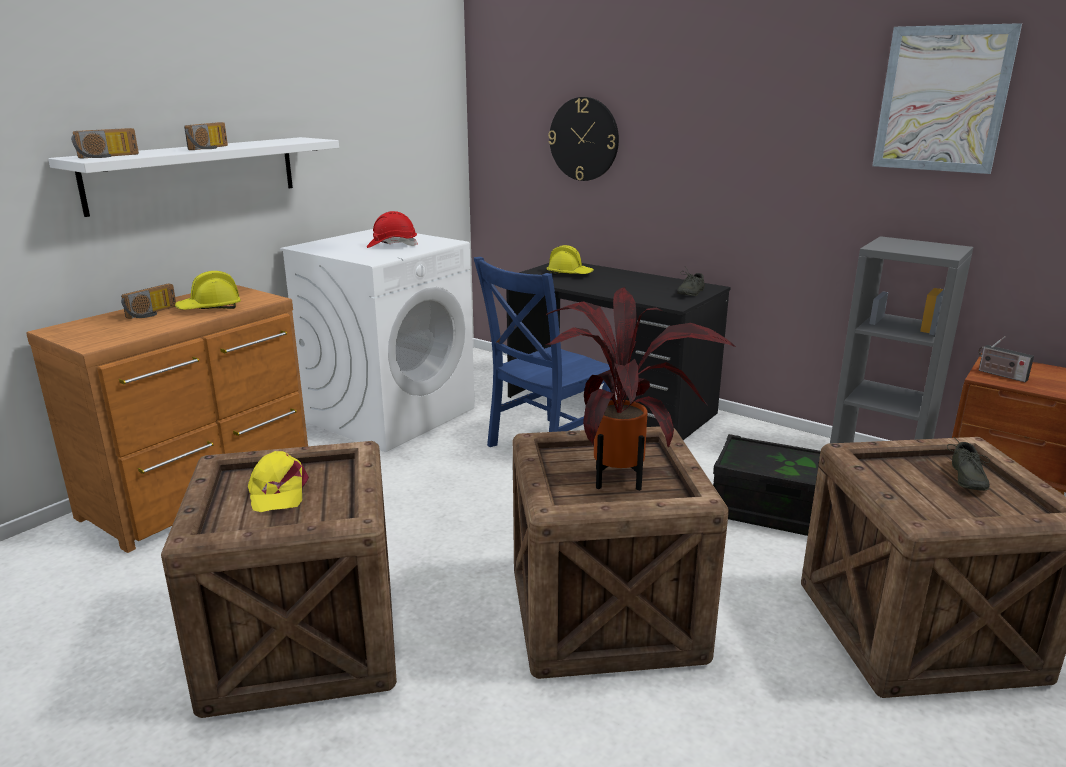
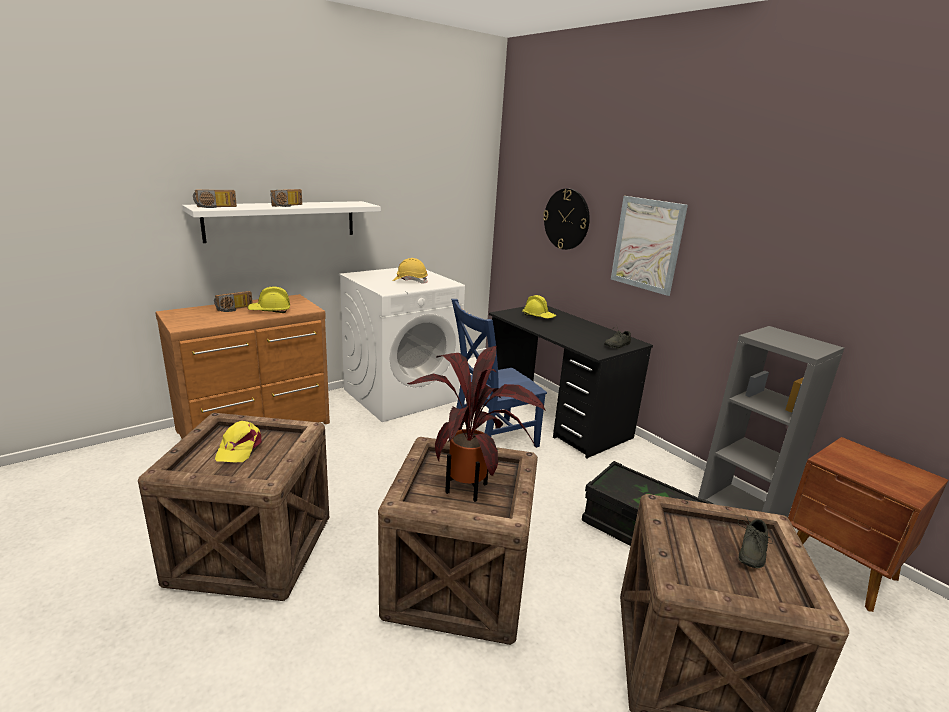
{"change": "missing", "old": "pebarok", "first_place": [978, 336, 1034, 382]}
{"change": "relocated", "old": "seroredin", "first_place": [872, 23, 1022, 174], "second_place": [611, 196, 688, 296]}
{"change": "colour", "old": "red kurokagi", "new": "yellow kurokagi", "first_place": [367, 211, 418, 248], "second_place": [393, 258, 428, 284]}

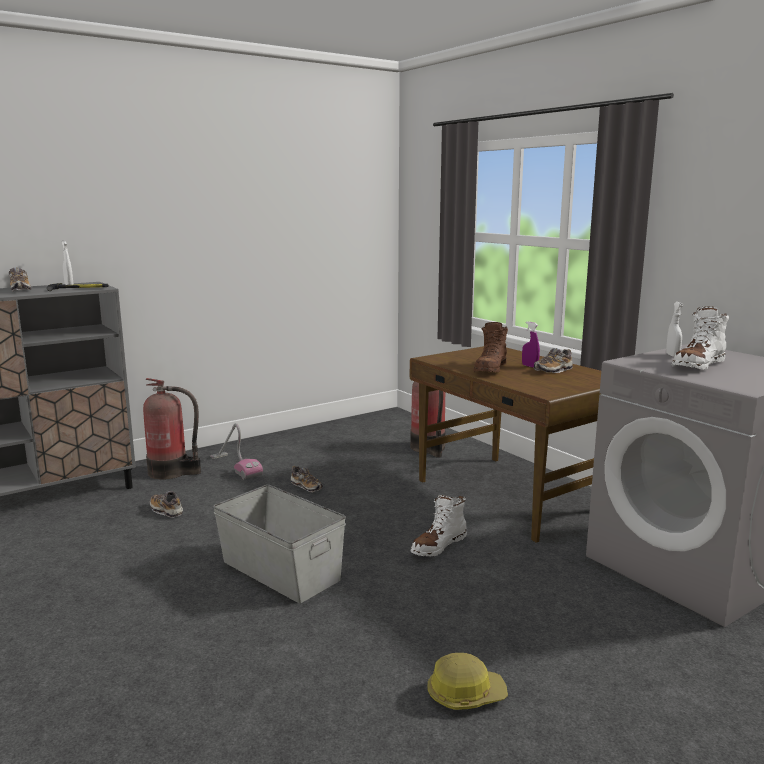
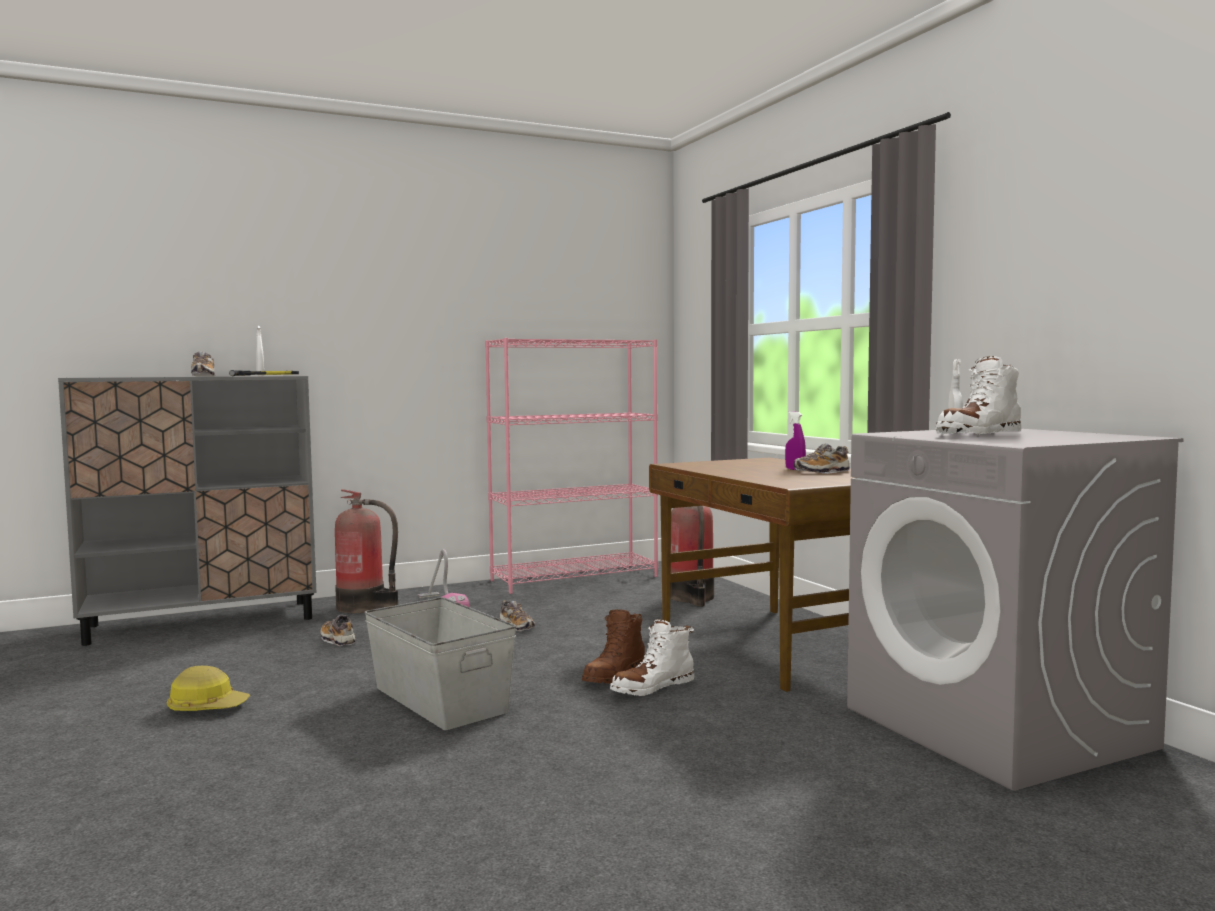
{"change": "appeared", "new": "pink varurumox", "second_place": [485, 338, 658, 594]}
{"change": "relocated", "old": "kurokagi", "first_place": [427, 653, 508, 710], "second_place": [167, 666, 250, 711]}
{"change": "relocated", "old": "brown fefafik", "first_place": [474, 322, 508, 373], "second_place": [582, 609, 645, 684]}

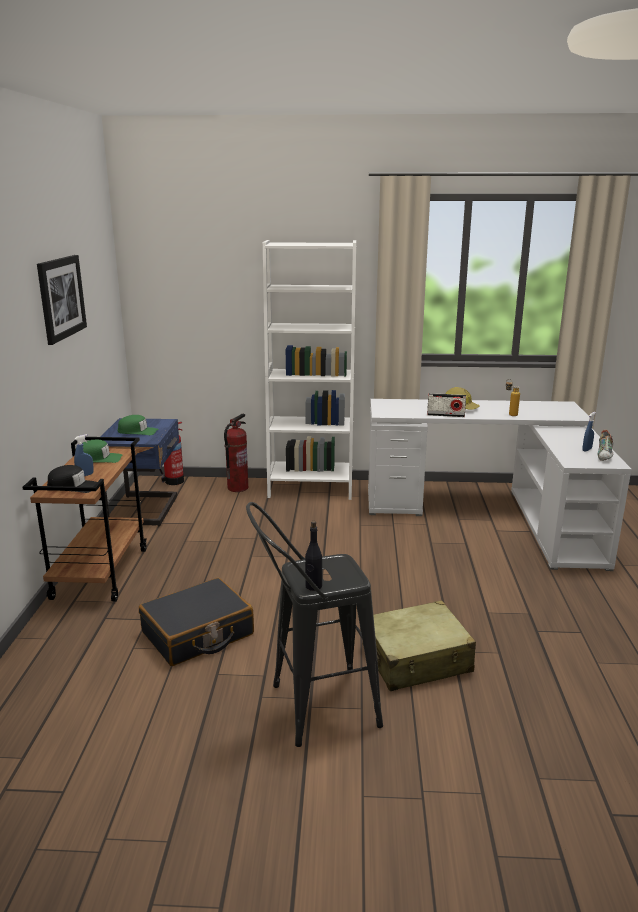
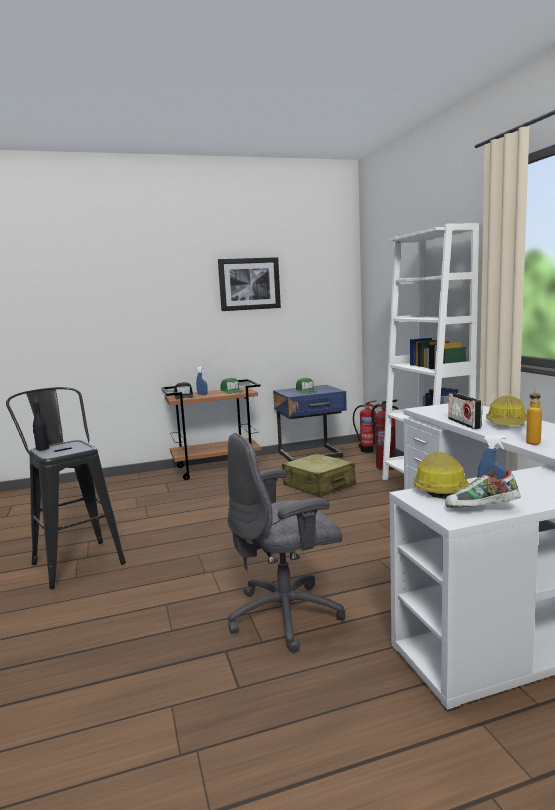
{"change": "missing", "old": "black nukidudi", "first_place": [139, 578, 254, 666]}
{"change": "appeared", "new": "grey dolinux", "second_place": [228, 433, 345, 653]}
{"change": "appeared", "new": "kurokagi", "second_place": [413, 452, 469, 499]}
{"change": "relocated", "old": "beige nukidudi", "first_place": [373, 600, 476, 691], "second_place": [282, 453, 356, 497]}

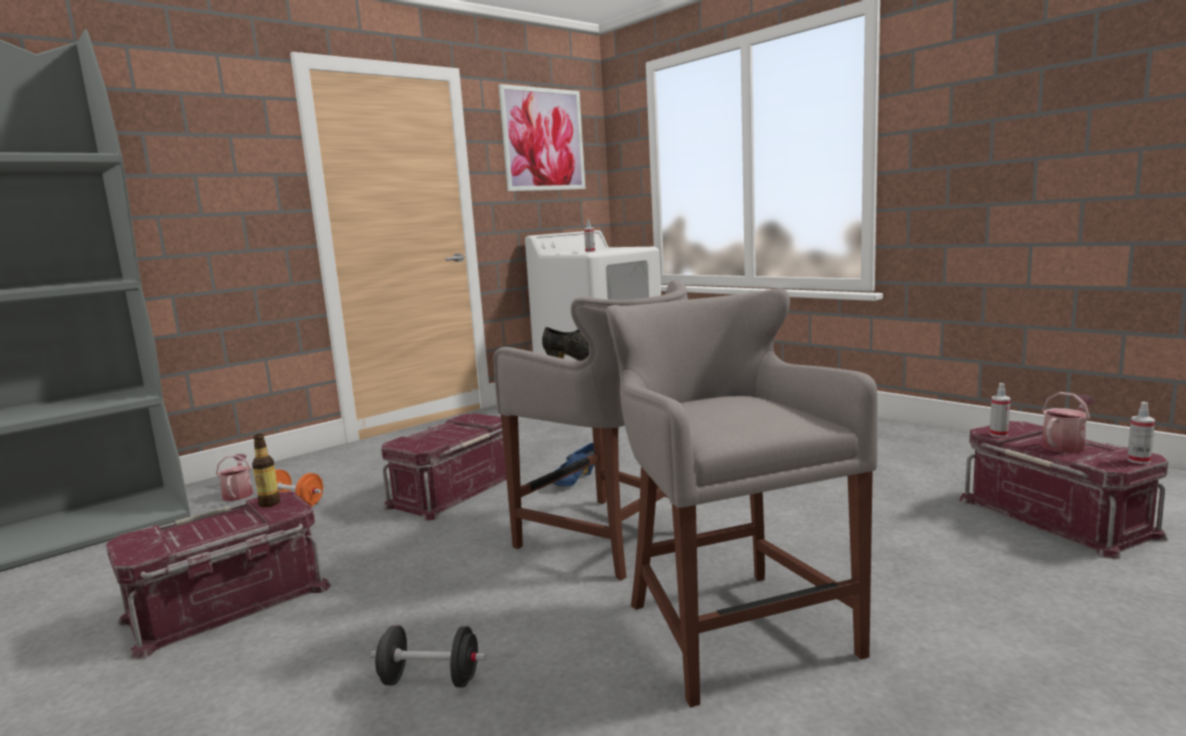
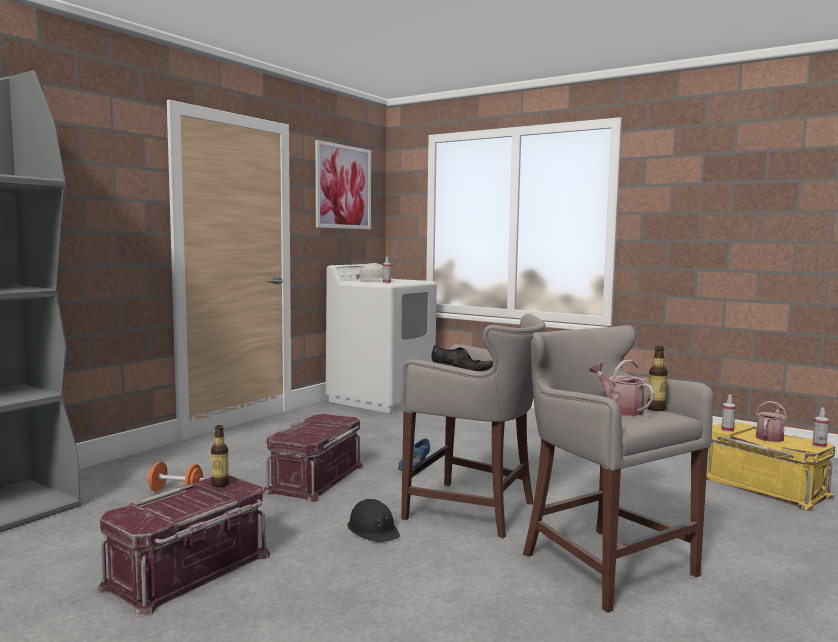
{"change": "missing", "old": "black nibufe", "first_place": [370, 625, 486, 687]}
{"change": "appeared", "new": "black kurokagi", "second_place": [347, 499, 400, 543]}
{"change": "appeared", "new": "white kurokagi", "second_place": [356, 263, 394, 279]}
{"change": "appeared", "new": "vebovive", "second_place": [647, 346, 668, 411]}
{"change": "relocated", "old": "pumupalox", "first_place": [216, 454, 253, 501], "second_place": [589, 360, 655, 416]}
{"change": "colour", "old": "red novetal", "new": "yellow novetal", "first_place": [960, 421, 1168, 559], "second_place": [706, 422, 835, 511]}

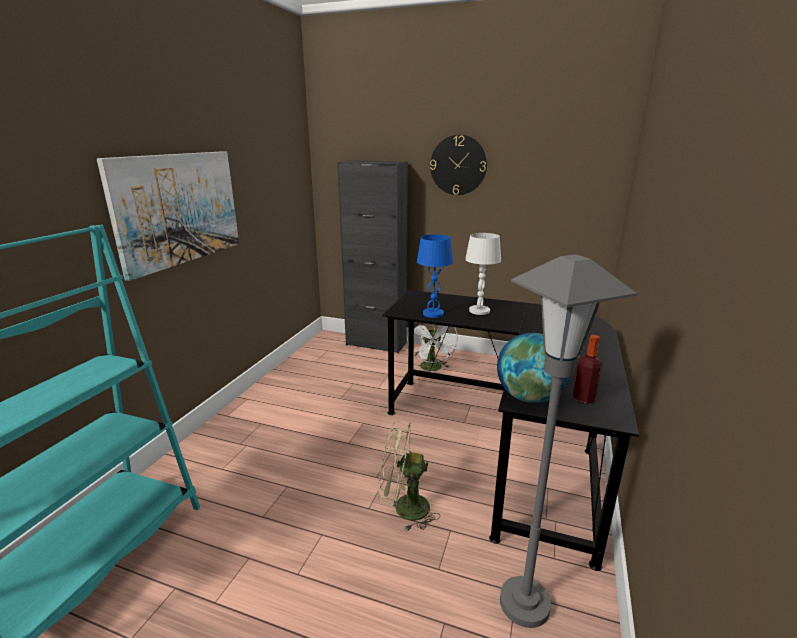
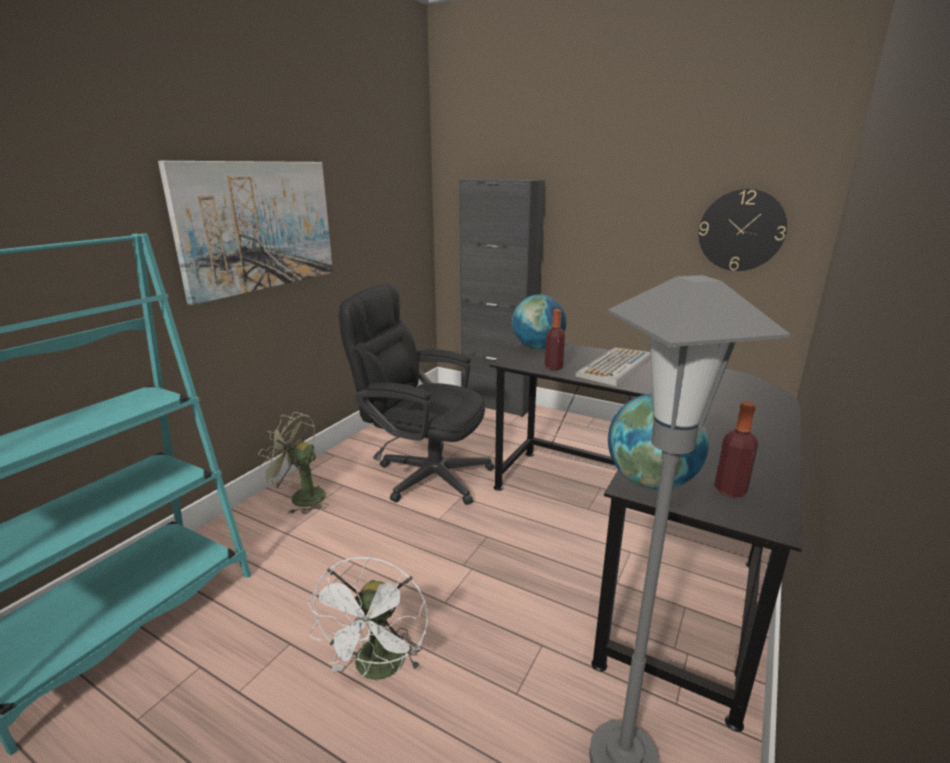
{"change": "appeared", "new": "black dolinux", "second_place": [338, 283, 495, 505]}
{"change": "appeared", "new": "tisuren", "second_place": [512, 294, 567, 349]}
{"change": "relocated", "old": "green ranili", "first_place": [378, 421, 440, 530], "second_place": [258, 412, 329, 514]}
{"change": "relocated", "old": "white ranili", "first_place": [407, 322, 458, 371], "second_place": [307, 557, 428, 680]}
{"change": "relocated", "old": "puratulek", "first_place": [430, 135, 487, 195], "second_place": [699, 189, 787, 271]}
{"change": "exchanged", "old": "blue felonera", "new": "vebovive", "first_place": [417, 234, 453, 318], "second_place": [545, 309, 565, 370]}
{"change": "exchanged", "old": "white felonera", "new": "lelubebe", "first_place": [465, 233, 501, 315], "second_place": [575, 348, 651, 386]}

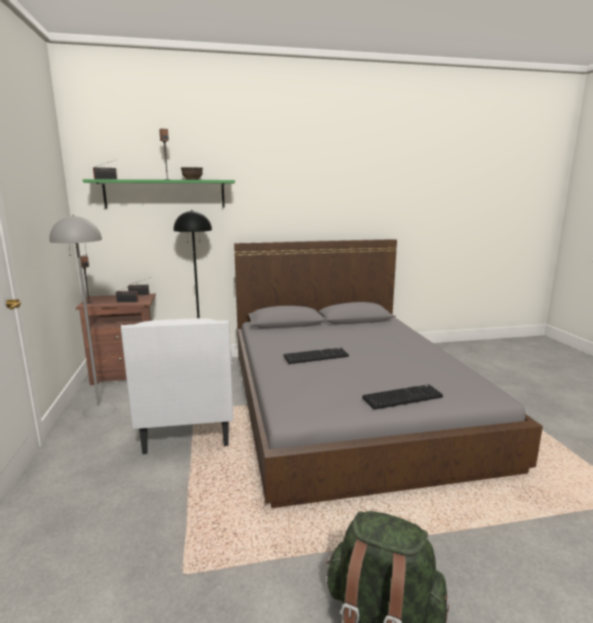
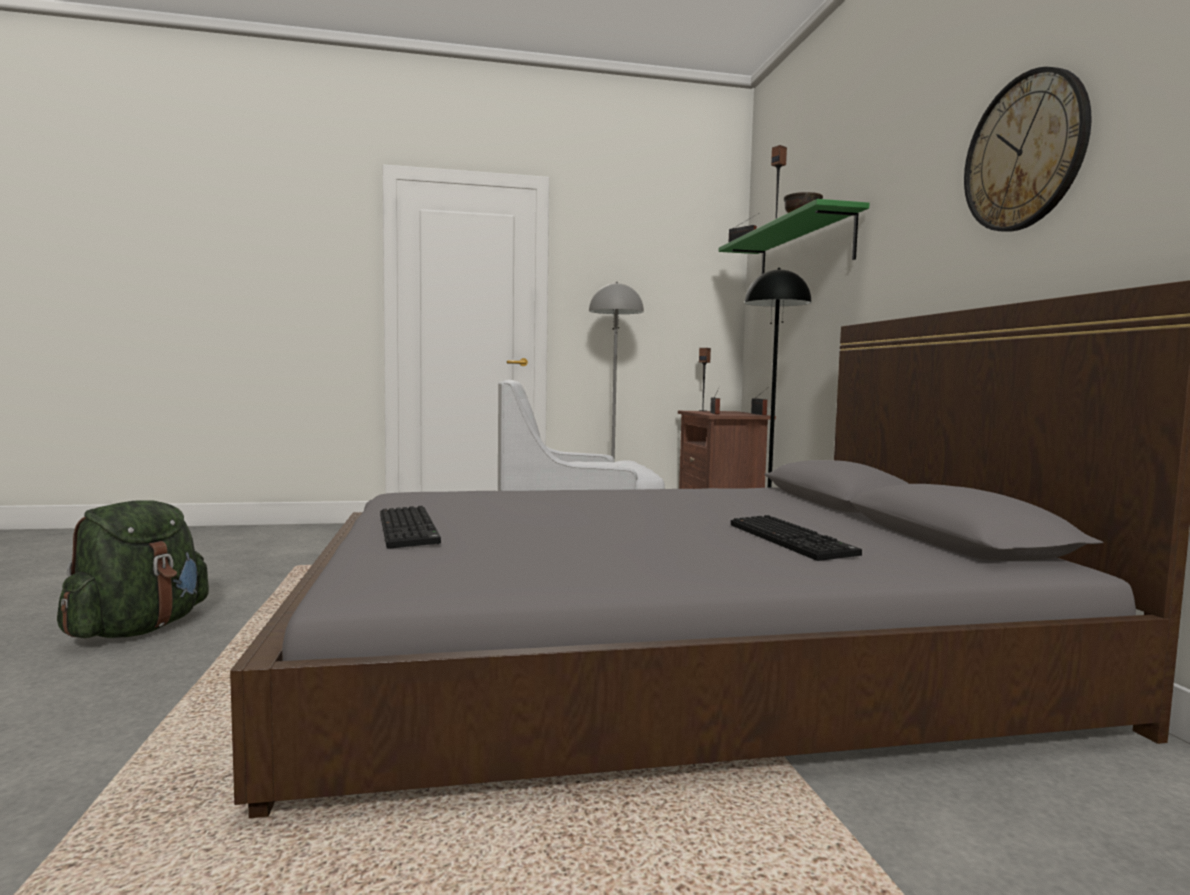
{"change": "appeared", "new": "puratulek", "second_place": [964, 67, 1091, 232]}
{"change": "relocated", "old": "lelubebe", "first_place": [283, 348, 349, 364], "second_place": [731, 515, 862, 561]}

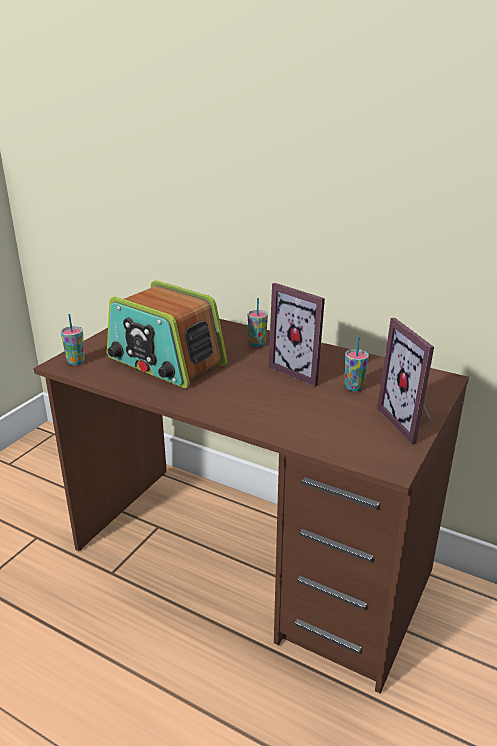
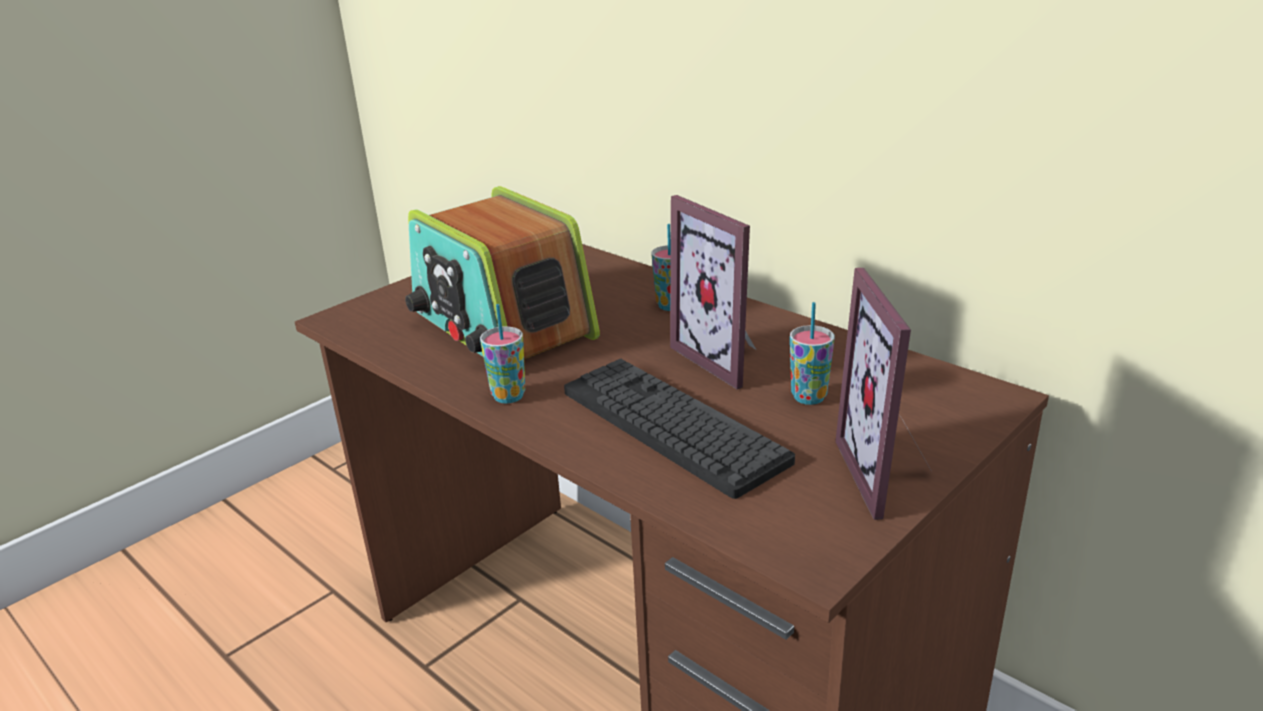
{"change": "appeared", "new": "lelubebe", "second_place": [564, 359, 795, 499]}
{"change": "relocated", "old": "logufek", "first_place": [61, 314, 85, 365], "second_place": [480, 304, 525, 403]}

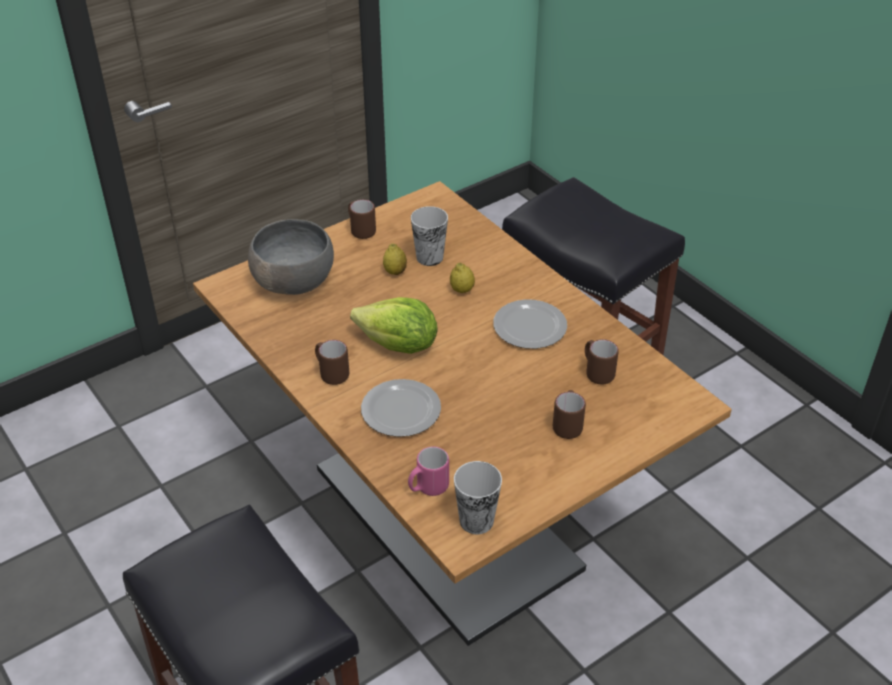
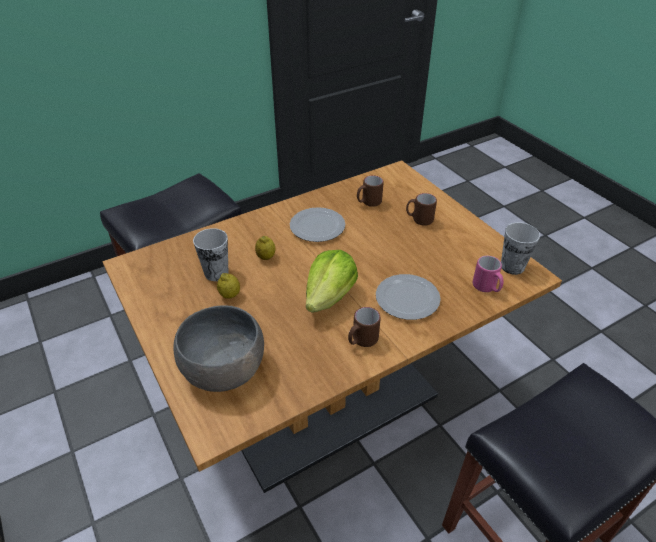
{"change": "missing", "old": "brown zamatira", "first_place": [348, 200, 376, 239]}

